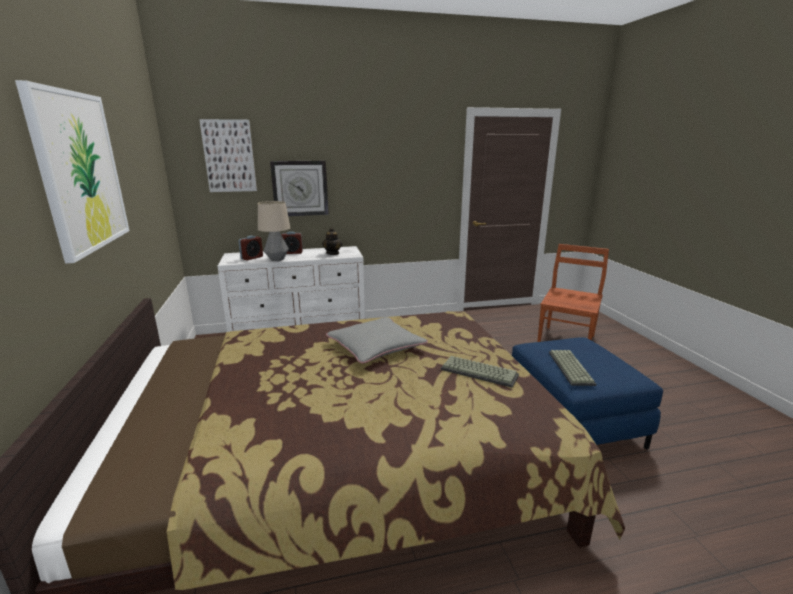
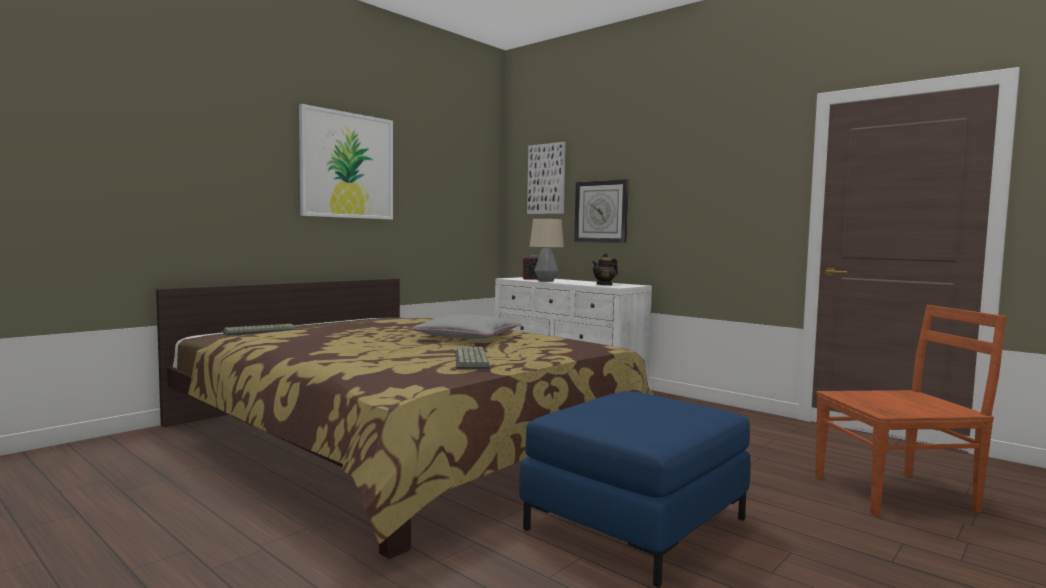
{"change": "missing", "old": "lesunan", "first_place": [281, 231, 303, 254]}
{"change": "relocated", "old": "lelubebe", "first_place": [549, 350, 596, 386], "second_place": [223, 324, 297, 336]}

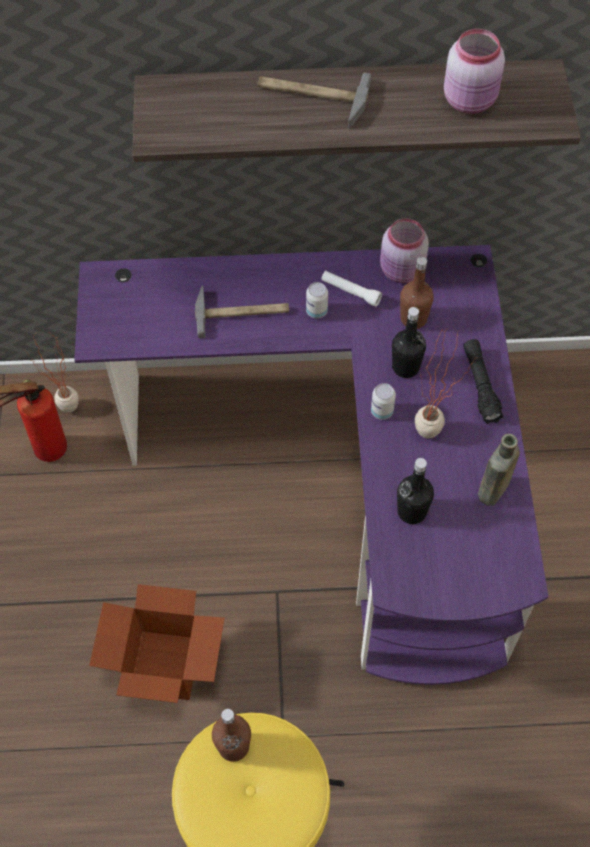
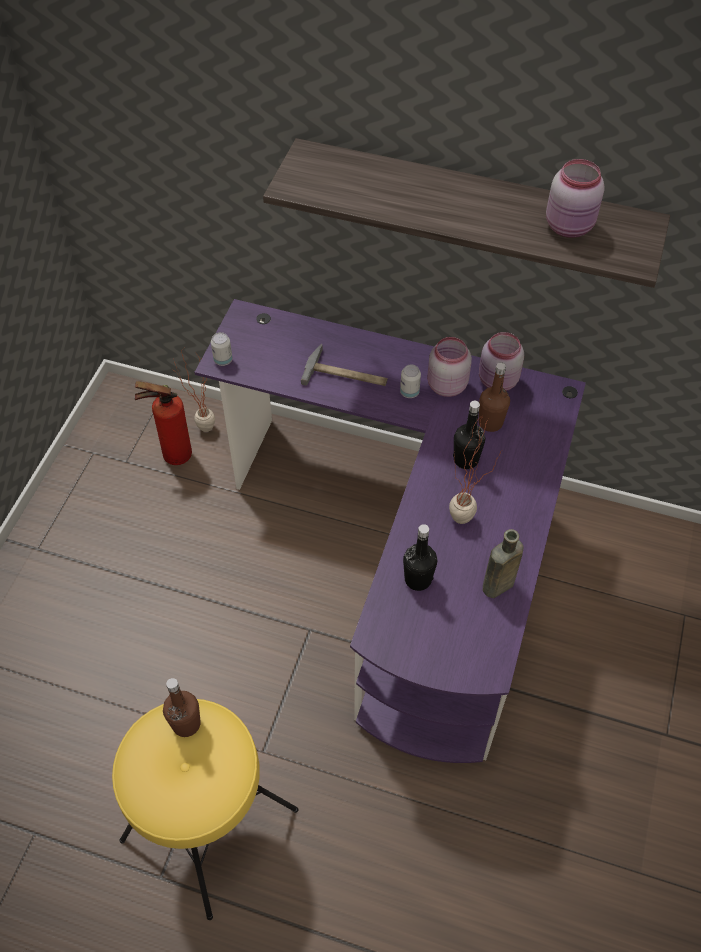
{"change": "missing", "old": "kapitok", "first_place": [89, 584, 225, 703]}
{"change": "missing", "old": "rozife", "first_place": [257, 72, 372, 129]}
{"change": "missing", "old": "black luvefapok", "first_place": [464, 339, 503, 424]}
{"change": "relocated", "old": "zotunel", "first_place": [371, 383, 396, 420], "second_place": [211, 332, 233, 366]}
{"change": "exchanged", "old": "white luvefapok", "new": "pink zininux", "first_place": [321, 271, 382, 307], "second_place": [427, 337, 472, 397]}

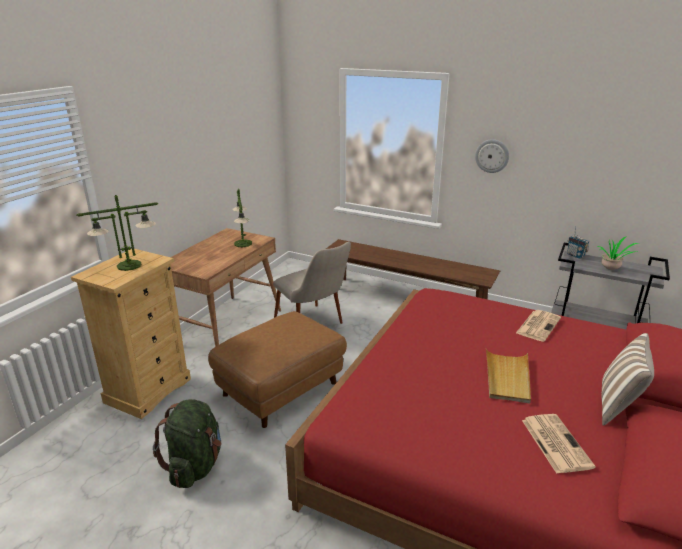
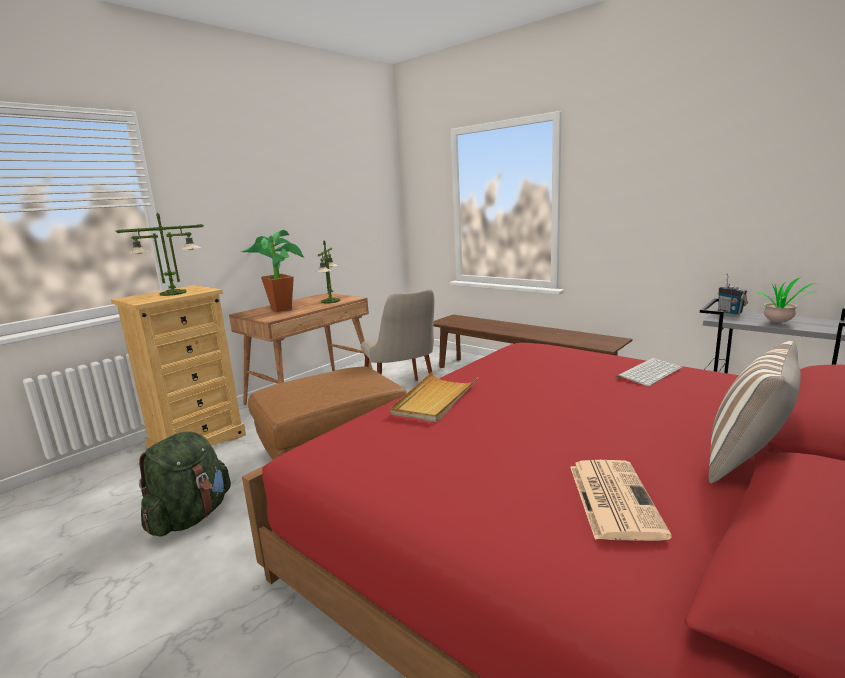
{"change": "missing", "old": "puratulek", "first_place": [475, 139, 509, 173]}
{"change": "appeared", "new": "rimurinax", "second_place": [242, 230, 304, 312]}
{"change": "relocated", "old": "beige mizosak", "first_place": [486, 349, 531, 404], "second_place": [390, 372, 478, 422]}
{"change": "exchanged", "old": "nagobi", "new": "lelubebe", "first_place": [516, 310, 561, 342], "second_place": [616, 358, 682, 387]}

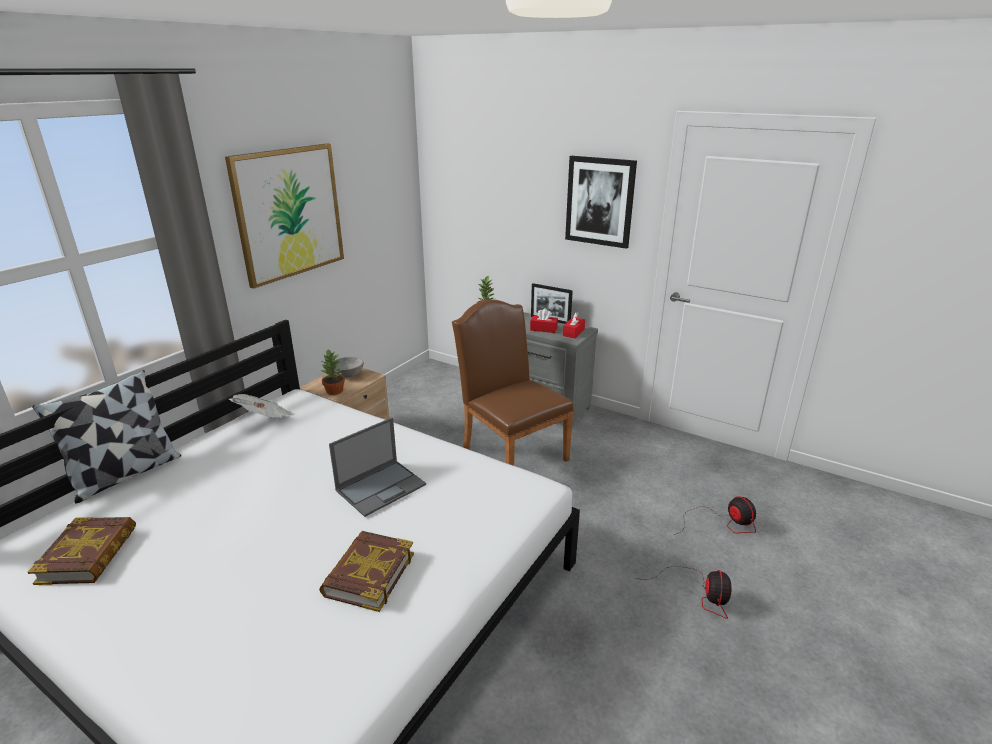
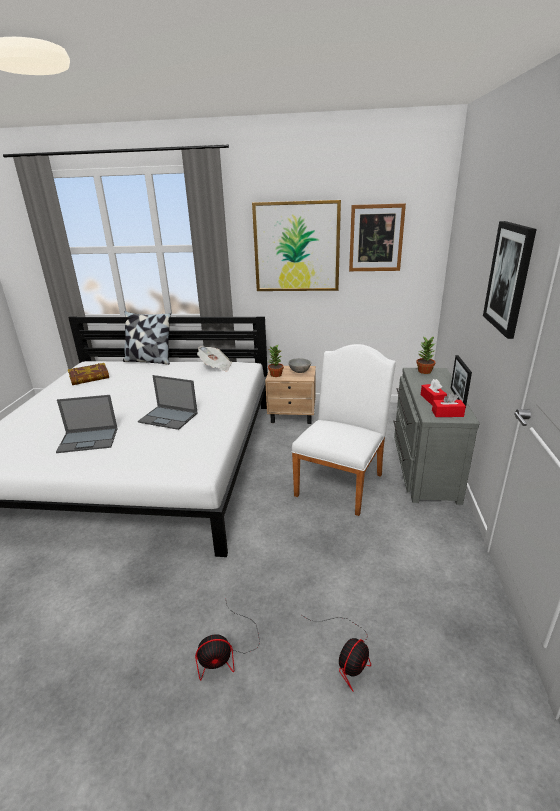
{"change": "appeared", "new": "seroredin", "second_place": [349, 203, 406, 271]}
{"change": "exchanged", "old": "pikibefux", "new": "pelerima", "first_place": [319, 531, 414, 612], "second_place": [56, 395, 118, 453]}
{"change": "colour", "old": "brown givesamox", "new": "white givesamox", "first_place": [452, 299, 574, 466], "second_place": [291, 344, 396, 516]}

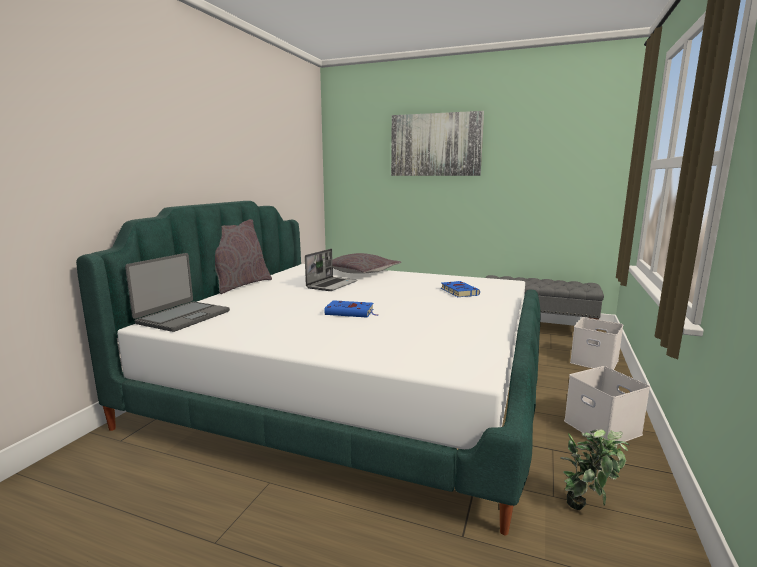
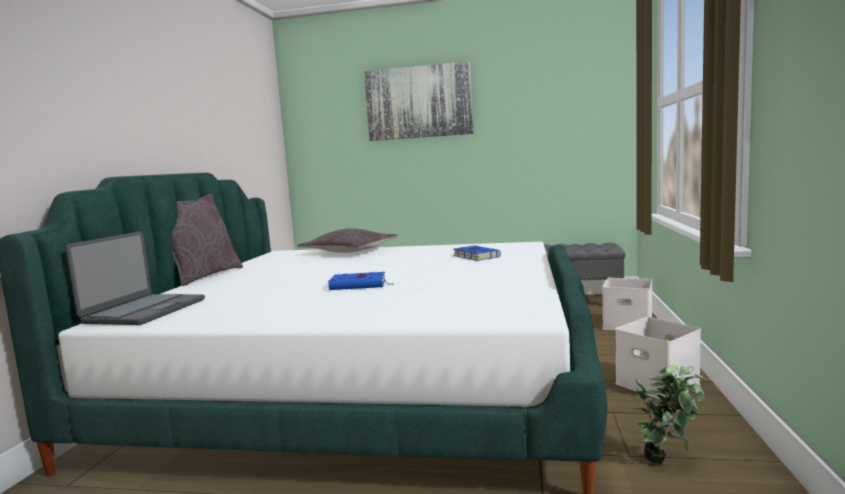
{"change": "missing", "old": "pelerima", "first_place": [305, 249, 358, 291]}

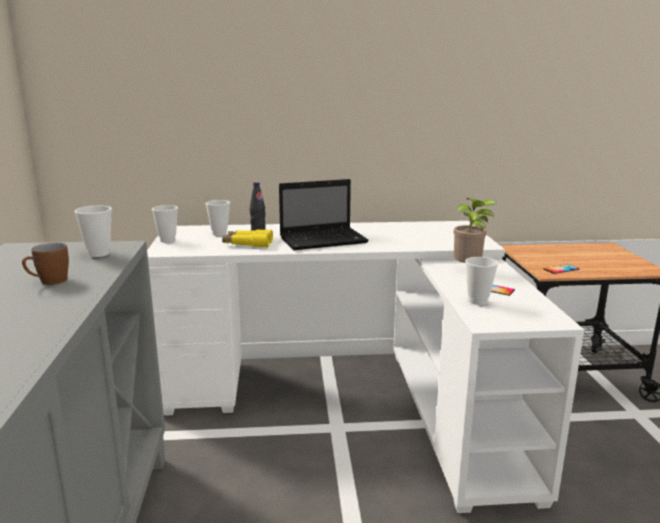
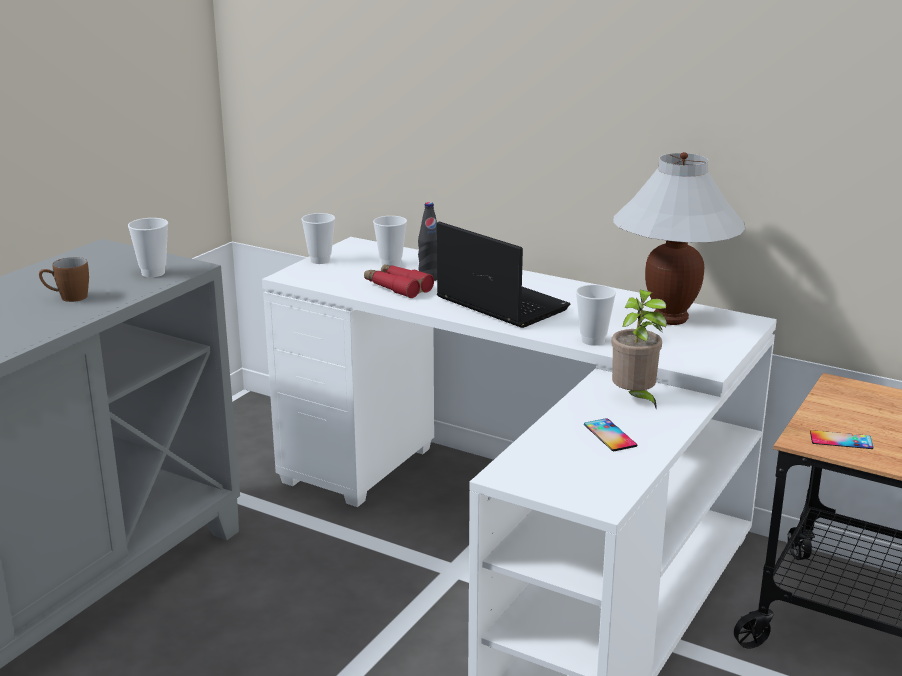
{"change": "appeared", "new": "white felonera", "second_place": [613, 152, 746, 325]}
{"change": "relocated", "old": "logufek", "first_place": [465, 257, 498, 305], "second_place": [576, 284, 616, 346]}
{"change": "colour", "old": "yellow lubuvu", "new": "red lubuvu", "first_place": [222, 229, 273, 248], "second_place": [364, 264, 434, 298]}
{"change": "spun", "old": "pelerima", "first_place": [279, 179, 369, 250], "second_place": [437, 222, 570, 328], "degrees": -150}

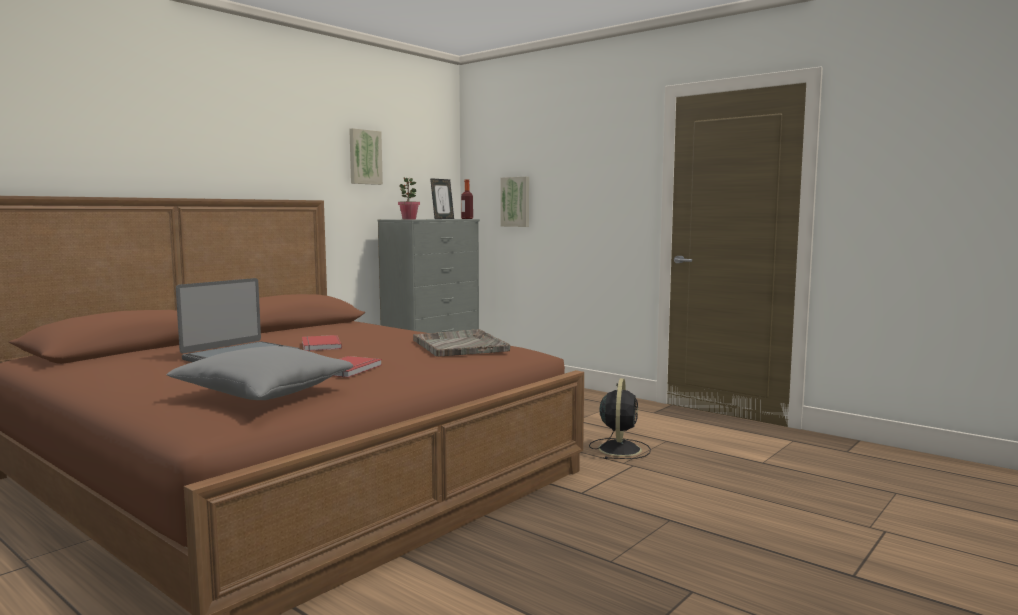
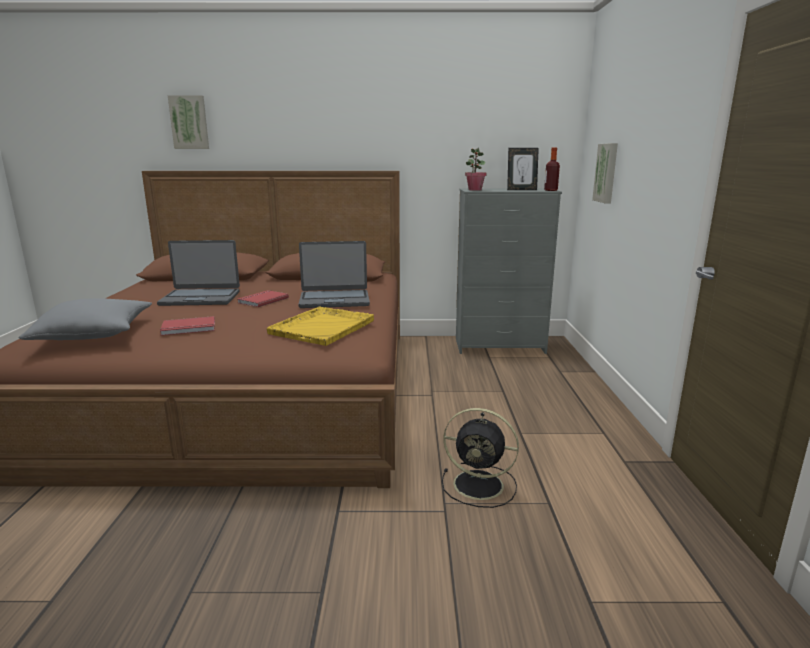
{"change": "appeared", "new": "pelerima", "second_place": [298, 241, 370, 308]}
{"change": "relocated", "old": "seroredin", "first_place": [349, 128, 383, 185], "second_place": [168, 95, 209, 149]}
{"change": "colour", "old": "grey mizosak", "new": "yellow mizosak", "first_place": [413, 329, 510, 357], "second_place": [267, 306, 374, 346]}
{"change": "spun", "old": "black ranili", "first_place": [589, 378, 651, 459], "second_place": [442, 408, 519, 508], "degrees": 45}

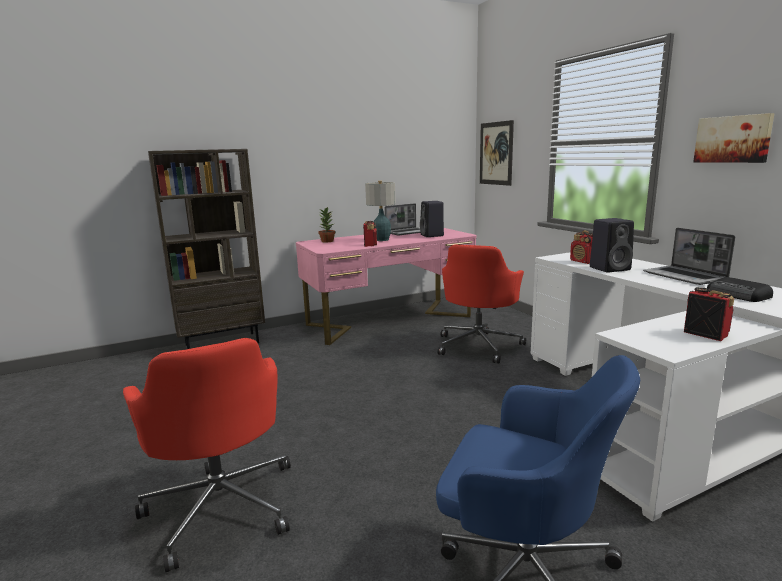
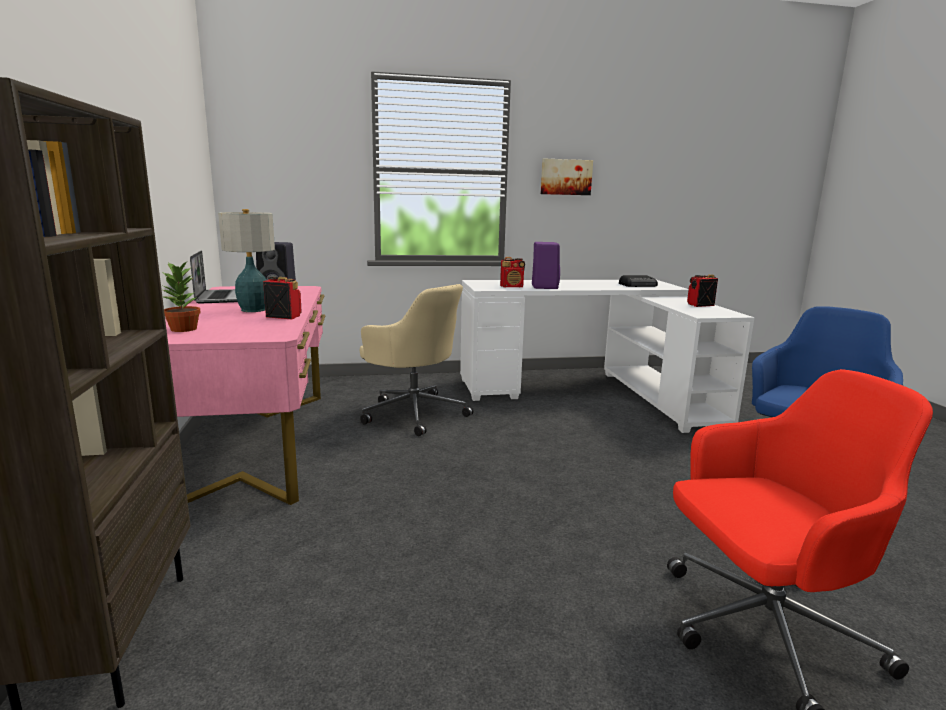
{"change": "missing", "old": "seroredin", "first_place": [480, 120, 514, 186]}
{"change": "missing", "old": "pelerima", "first_place": [643, 228, 735, 285]}
{"change": "colour", "old": "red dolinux", "new": "beige dolinux", "first_place": [438, 245, 526, 363], "second_place": [360, 284, 473, 436]}
{"change": "colour", "old": "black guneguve", "new": "purple guneguve", "first_place": [590, 218, 634, 272], "second_place": [532, 242, 560, 289]}

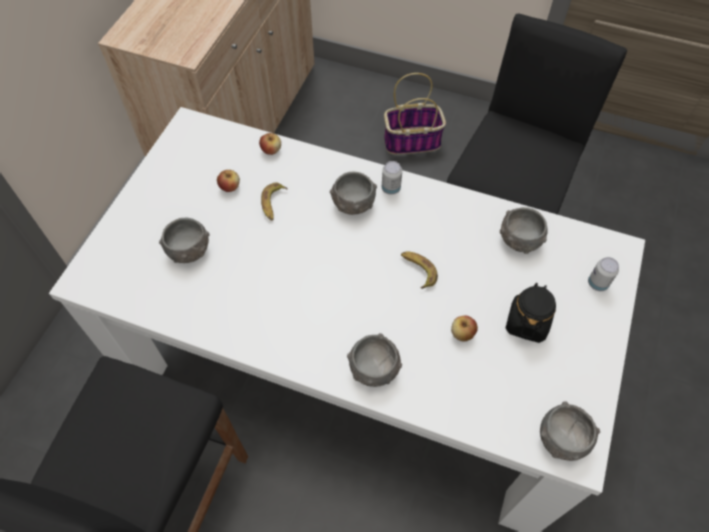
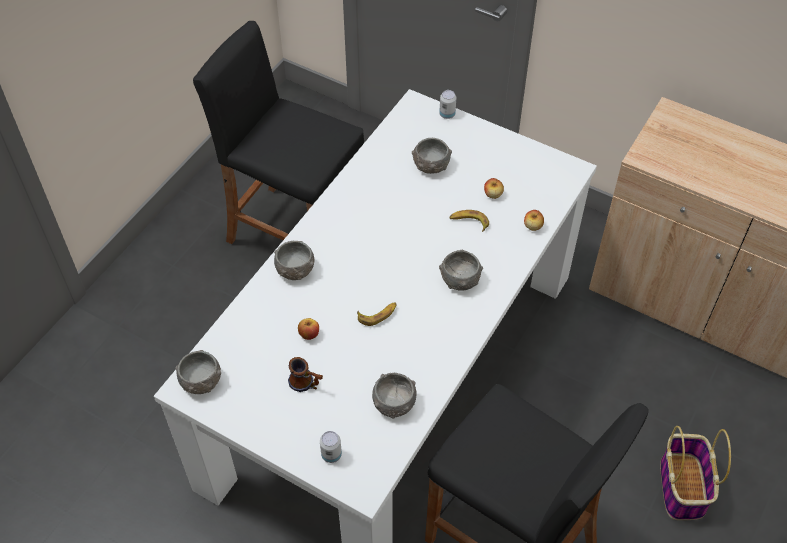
{"change": "relocated", "old": "zotunel", "first_place": [382, 161, 402, 195], "second_place": [439, 90, 456, 119]}
{"change": "exchanged", "old": "black zininux", "new": "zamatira", "first_place": [506, 283, 556, 343], "second_place": [288, 357, 323, 392]}

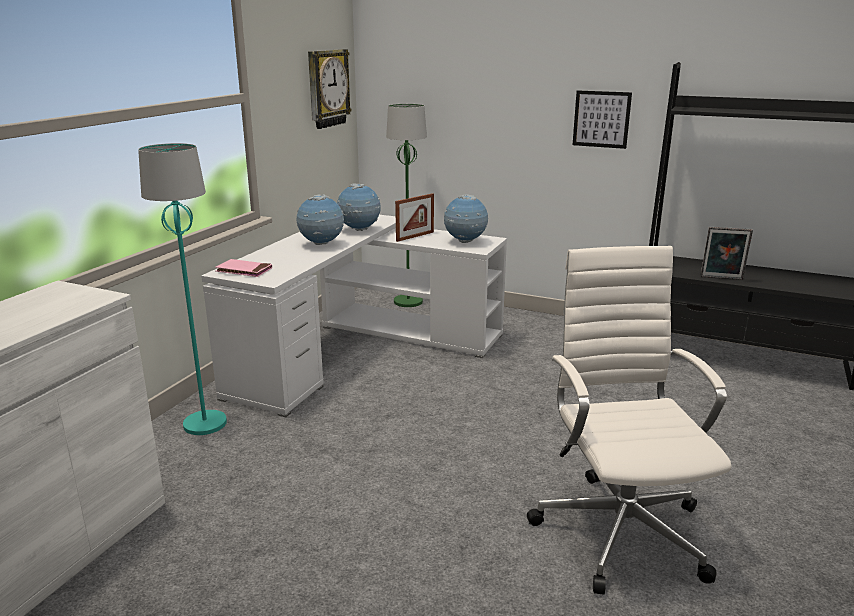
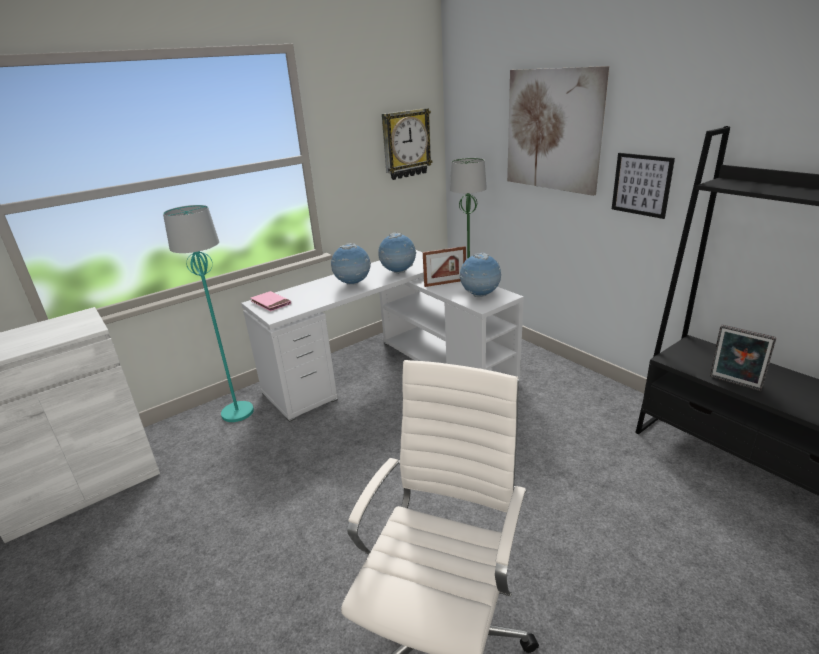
{"change": "appeared", "new": "seroredin", "second_place": [507, 66, 609, 196]}

